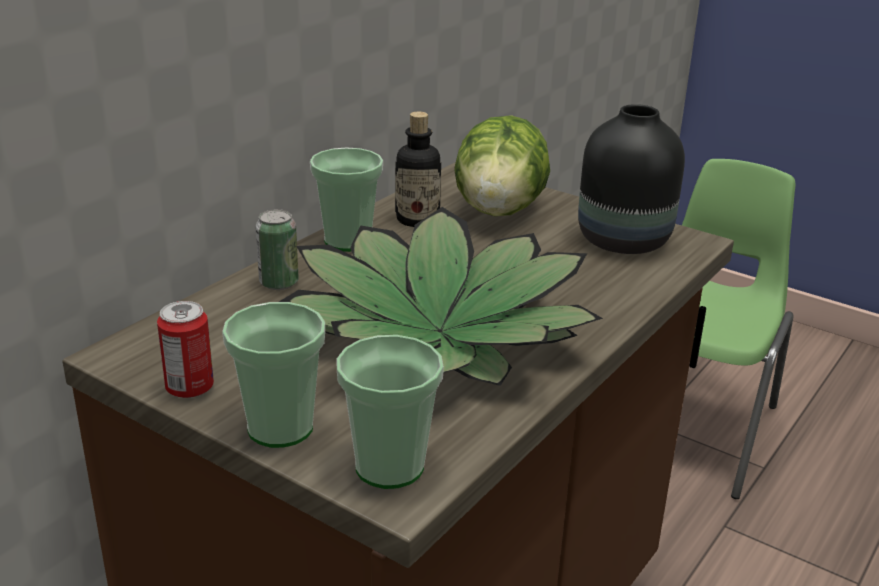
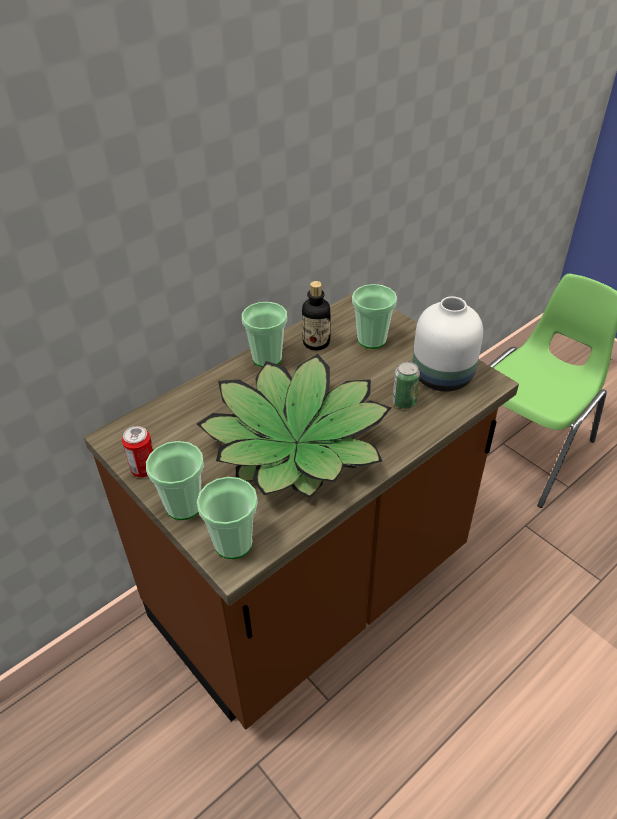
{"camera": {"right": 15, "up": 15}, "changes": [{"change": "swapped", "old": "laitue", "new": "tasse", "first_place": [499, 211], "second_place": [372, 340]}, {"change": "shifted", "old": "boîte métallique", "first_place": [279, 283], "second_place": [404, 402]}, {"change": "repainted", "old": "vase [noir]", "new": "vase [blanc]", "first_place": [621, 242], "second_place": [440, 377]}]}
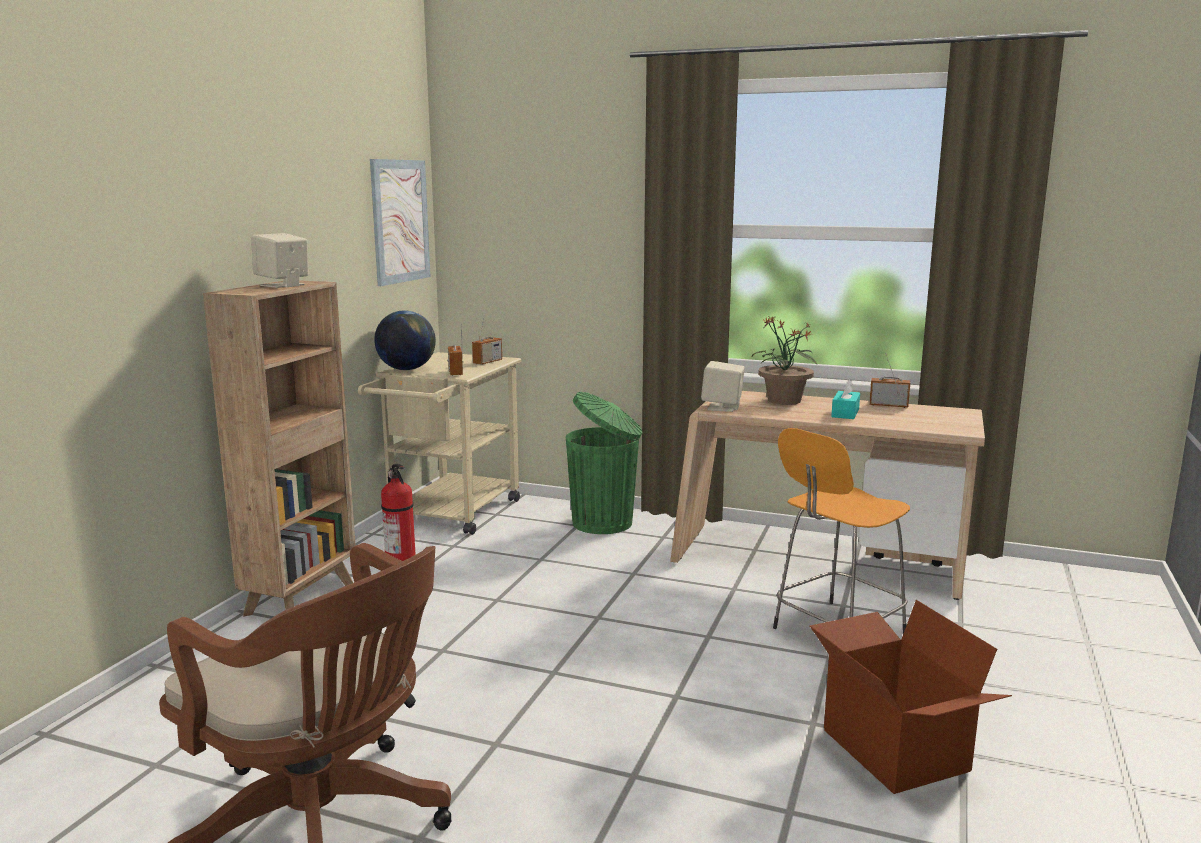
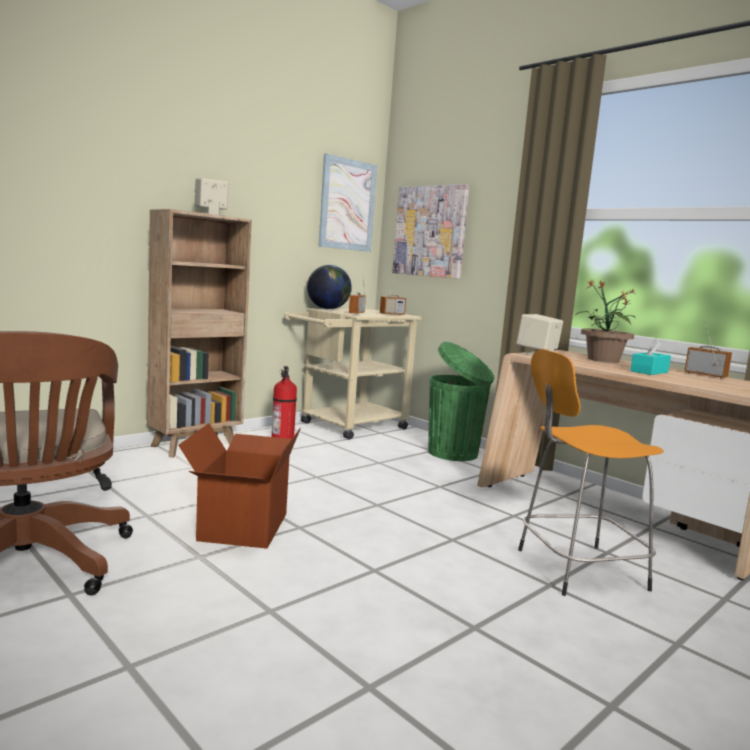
{"camera": {"right": 25, "up": -5}, "changes": [{"change": "shifted", "old": "carton", "first_place": [892, 750], "second_place": [241, 526]}, {"change": "new", "new": "tableau", "second_place": [430, 231]}]}
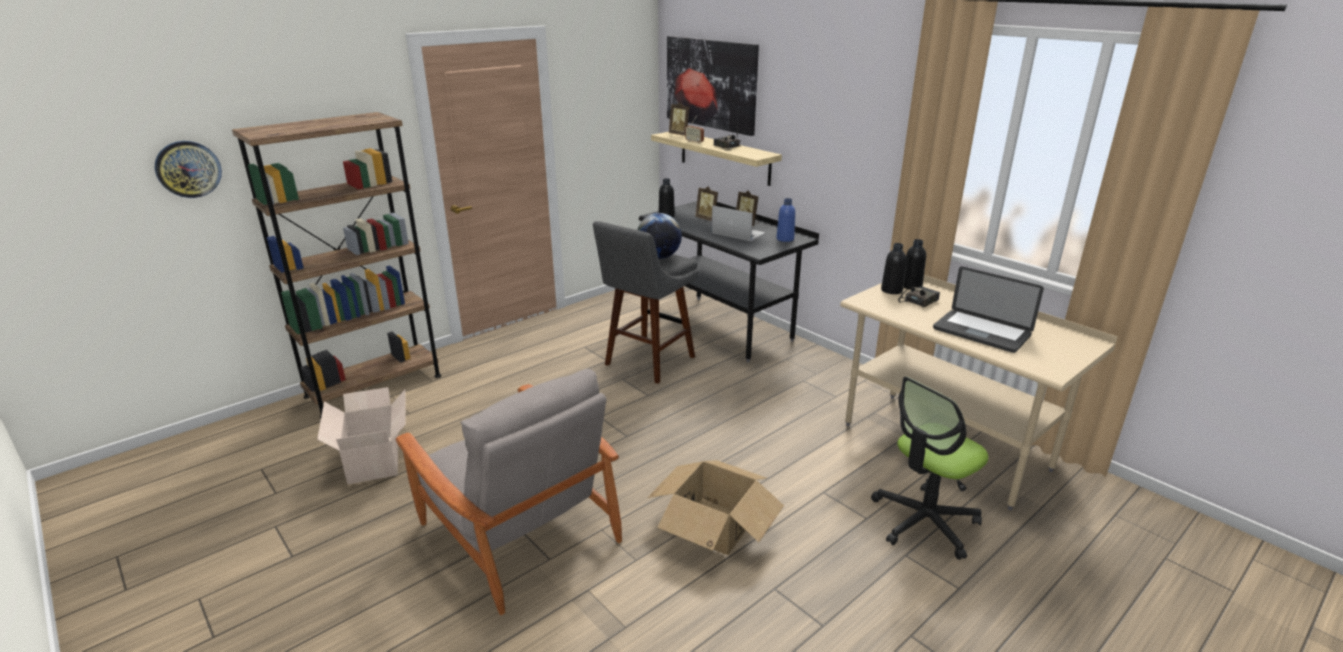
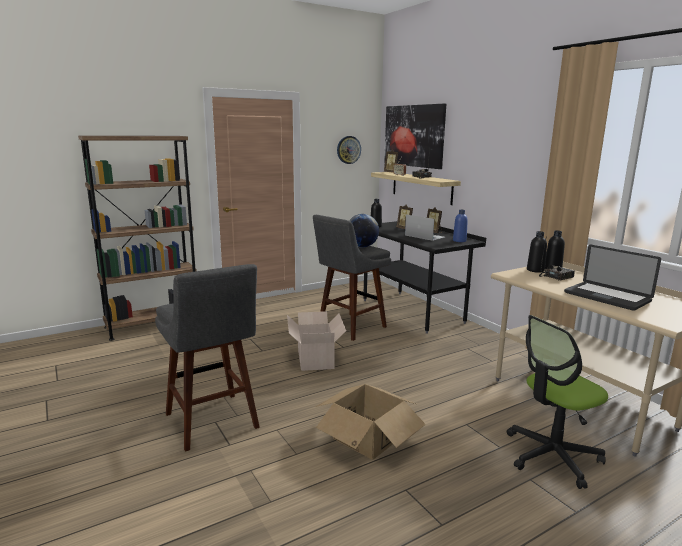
{"camera": {"right": 10, "up": -10}, "changes": [{"change": "swapped", "old": "fauteuil [gris]", "new": "tabouret [gris]", "first_place": [517, 531], "second_place": [213, 423]}, {"change": "shifted", "old": "carton", "first_place": [374, 458], "second_place": [315, 358]}, {"change": "shifted", "old": "horloge murale", "first_place": [188, 169], "second_place": [348, 150]}]}
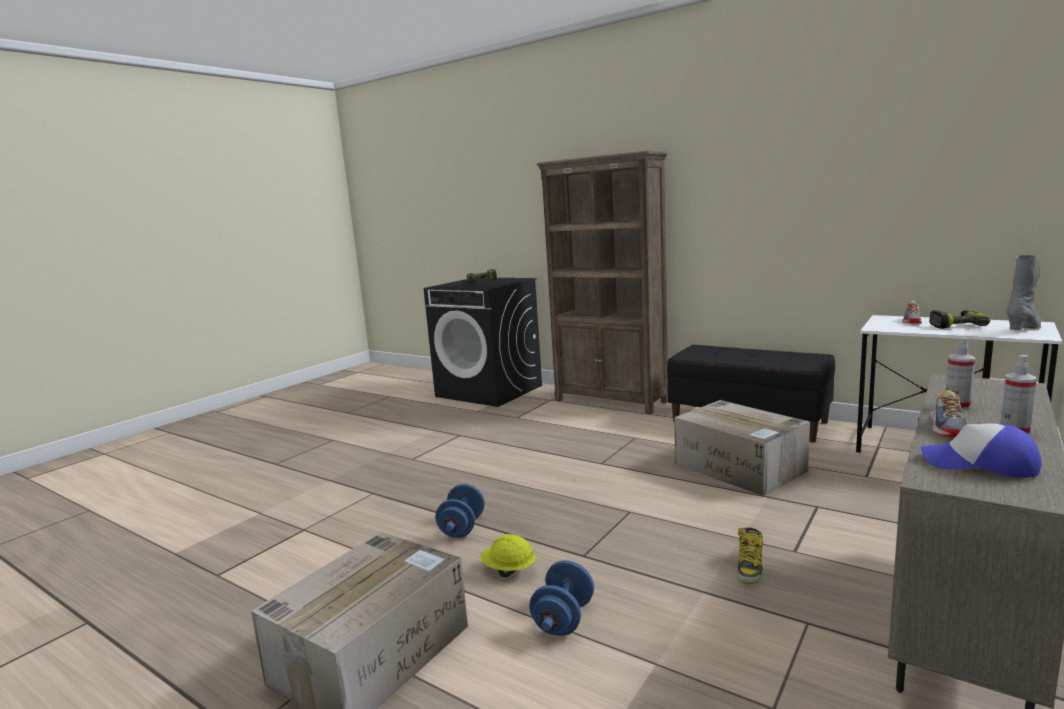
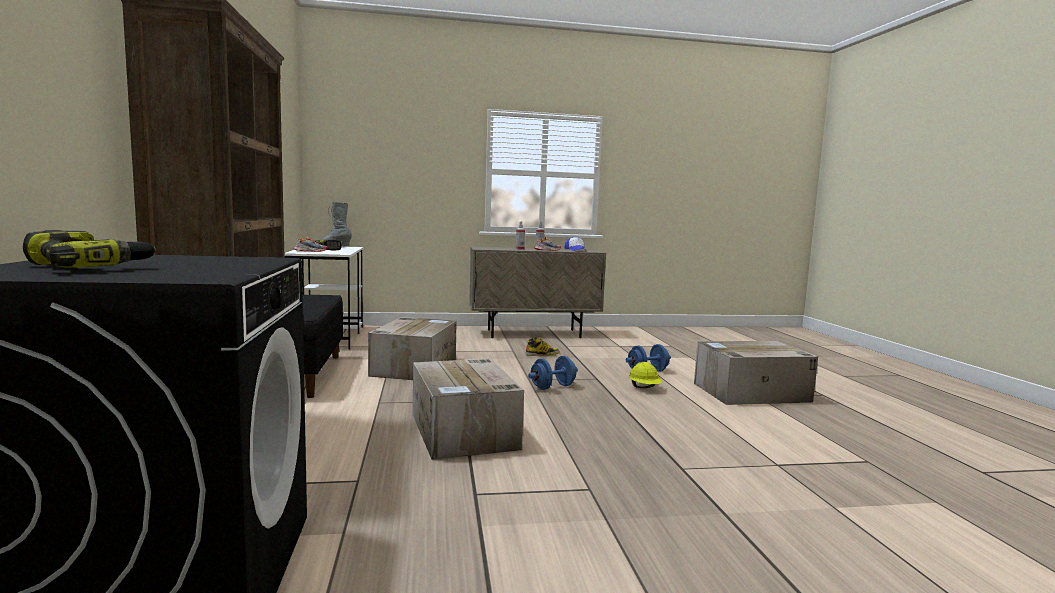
{"camera": {"right": -135, "up": -5}, "changes": [{"change": "new", "new": "carton", "second_place": [464, 432]}, {"change": "shifted", "old": "haltère [bleu]", "first_place": [462, 528], "second_place": [552, 387]}]}
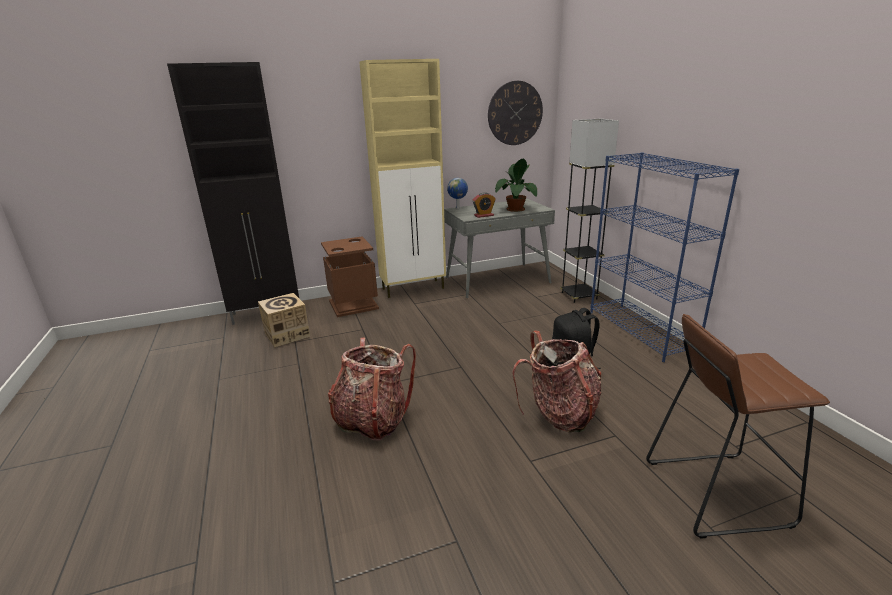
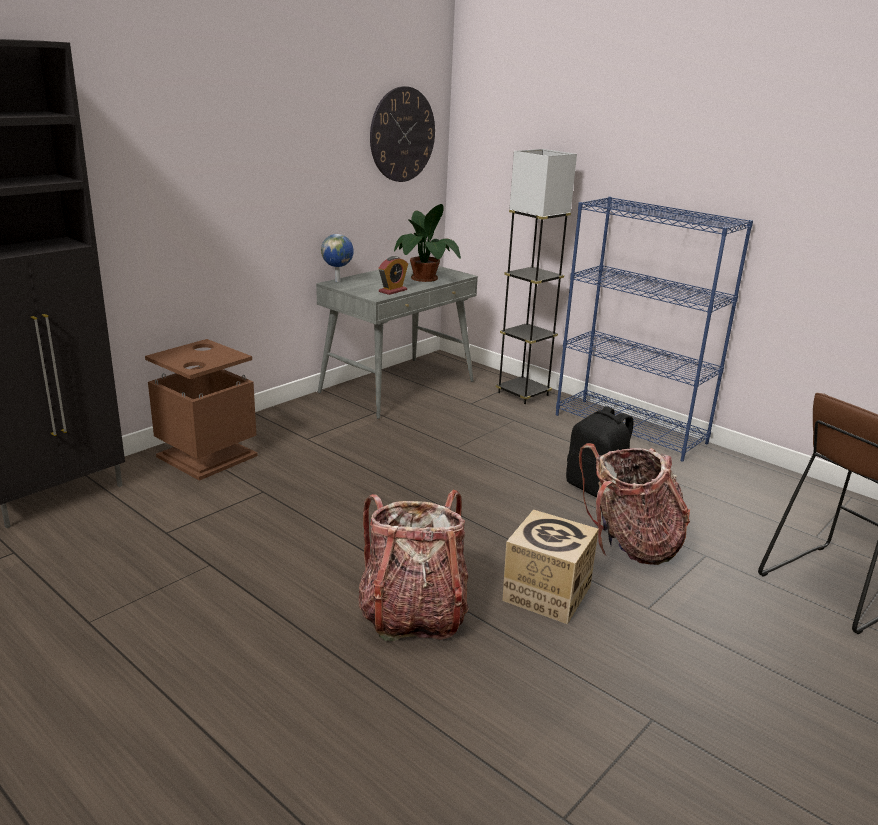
{"camera": {"right": -30, "up": 0}, "changes": [{"change": "shifted", "old": "carton", "first_place": [287, 335], "second_place": [546, 593]}, {"change": "gone", "old": "meuble de rangement [beige]", "first_place": [414, 288]}]}
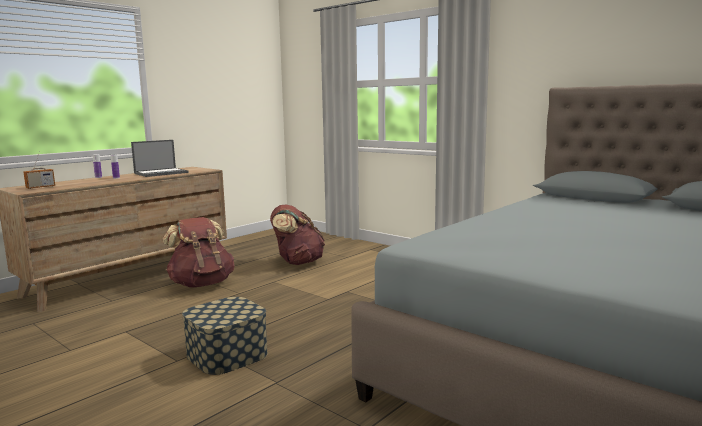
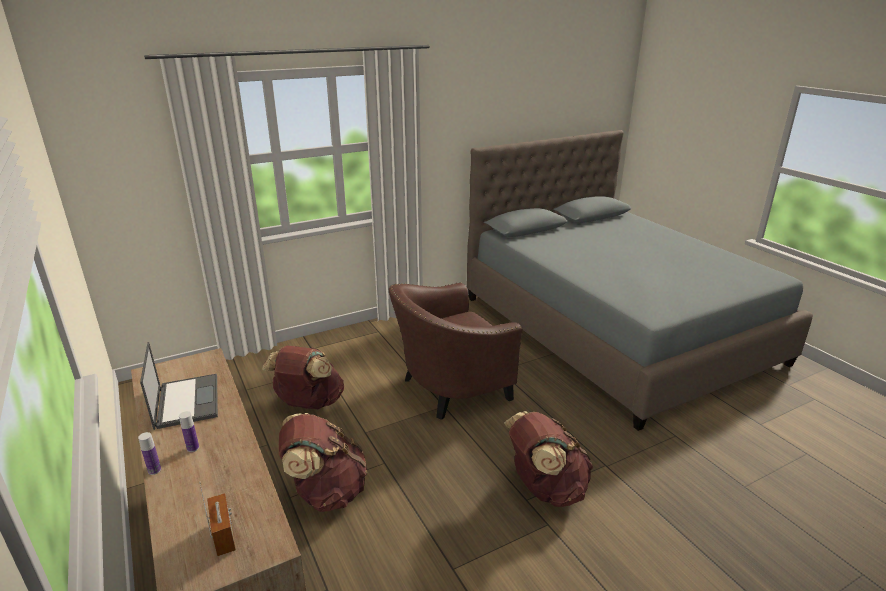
{"camera": {"right": -70, "up": 15}, "changes": [{"change": "new", "new": "fauteuil [marron]", "second_place": [449, 389]}, {"change": "swapped", "old": "boîte de rangement", "new": "sac à dos [marron]", "first_place": [227, 354], "second_place": [545, 488]}]}
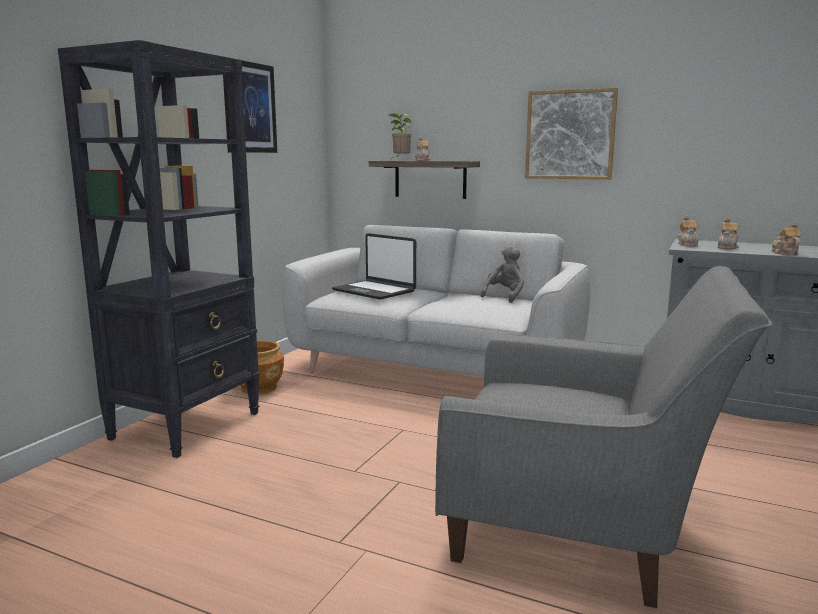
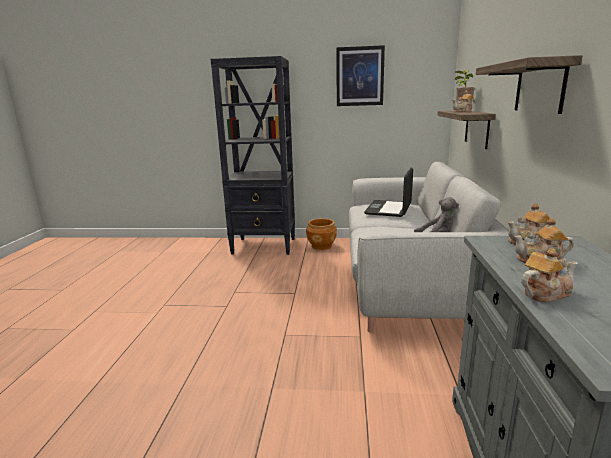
{"camera": {"right": 70, "up": 5}, "changes": [{"change": "swapped", "old": "tableau", "new": "étagère", "first_place": [570, 135], "second_place": [539, 87]}, {"change": "gone", "old": "fauteuil [gris]", "first_place": [582, 527]}]}
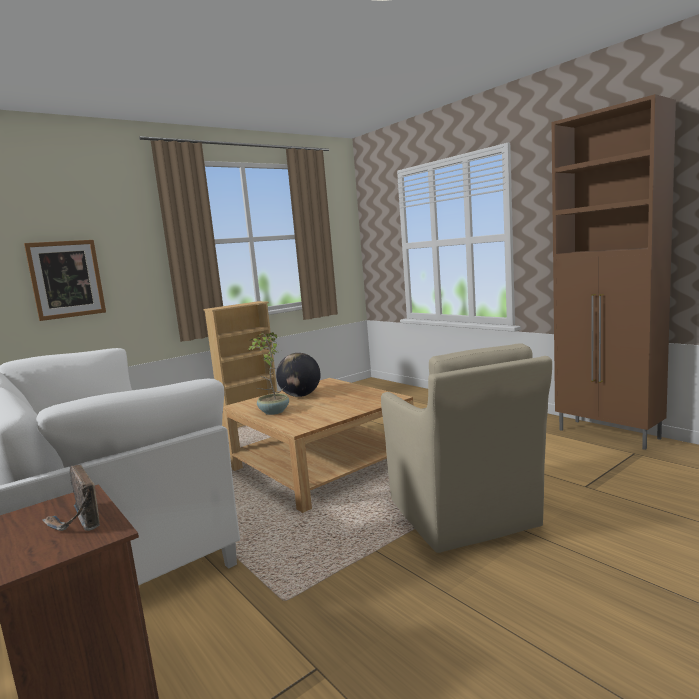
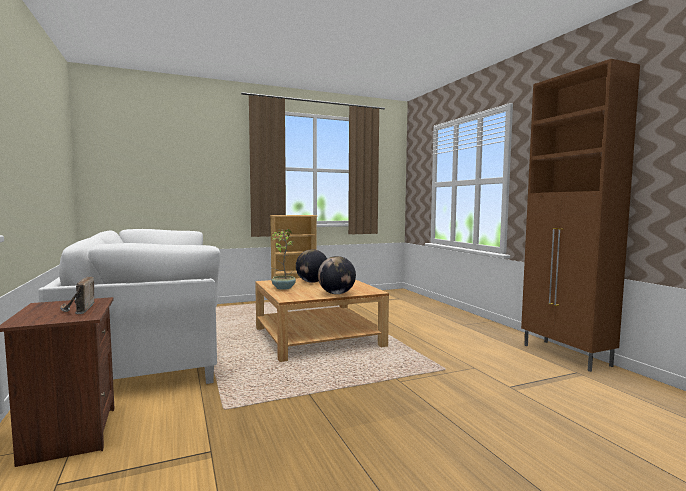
{"camera": {"right": 15, "up": -5}, "changes": [{"change": "new", "new": "globe", "second_place": [336, 293]}, {"change": "gone", "old": "tableau", "first_place": [66, 279]}, {"change": "gone", "old": "fauteuil [beige]", "first_place": [463, 515]}]}
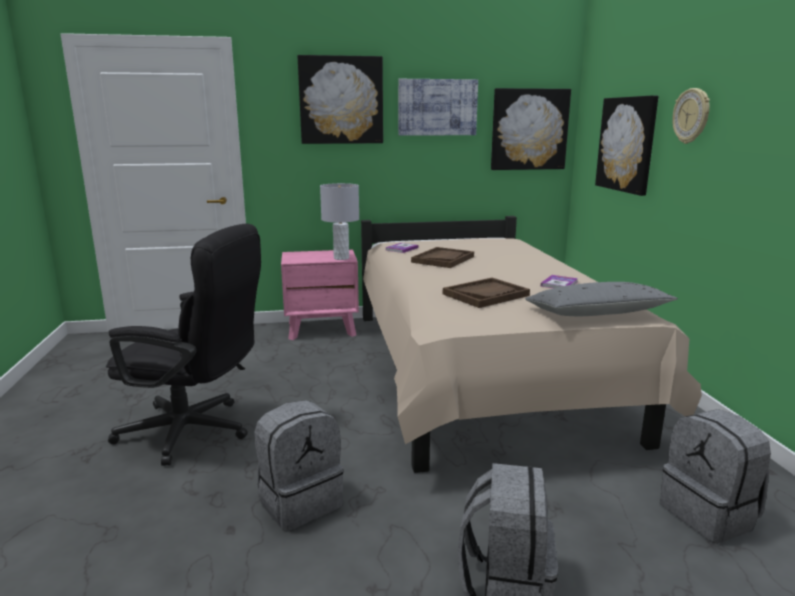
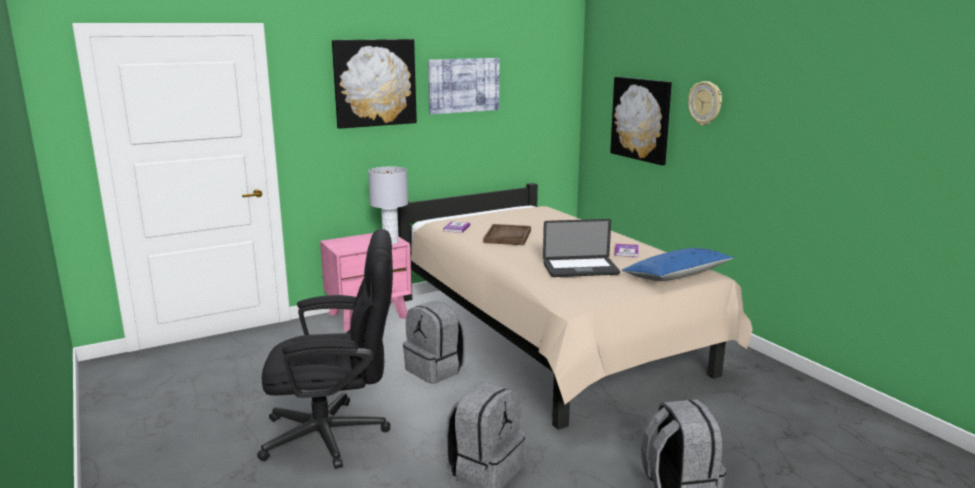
{"camera": {"right": -20, "up": 0}, "changes": [{"change": "shifted", "old": "sac à dos [gris]", "first_place": [709, 514], "second_place": [435, 370]}, {"change": "swapped", "old": "plateau [marron]", "new": "ordinateur portable", "first_place": [485, 295], "second_place": [580, 269]}, {"change": "repainted", "old": "coussin [gris]", "new": "coussin [bleu]", "first_place": [597, 314], "second_place": [677, 276]}, {"change": "gone", "old": "tableau", "first_place": [529, 129]}]}
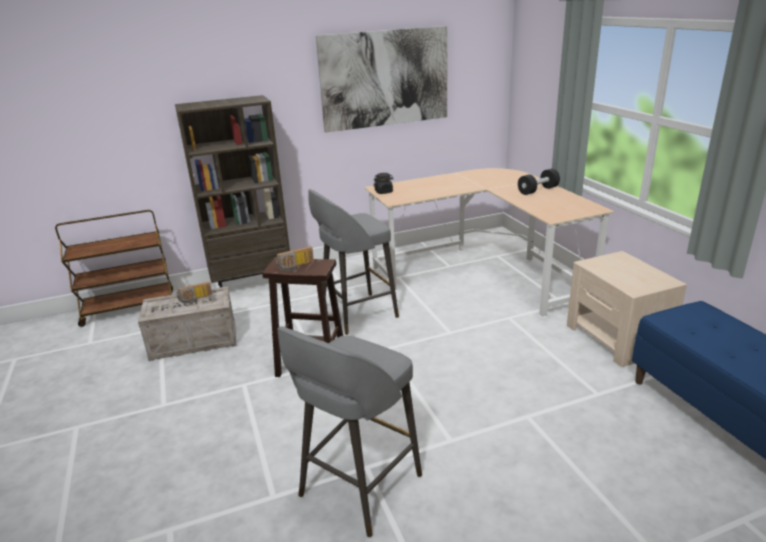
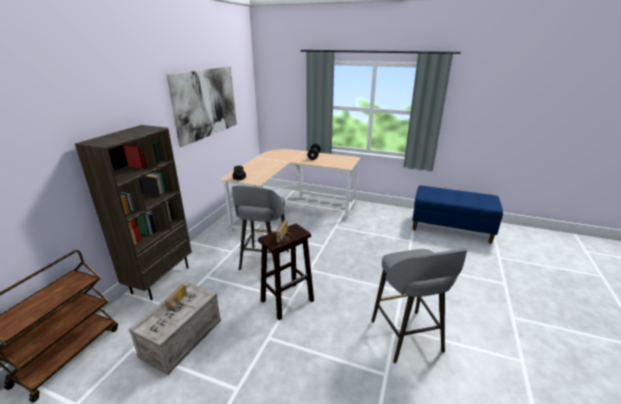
{"camera": {"right": -50, "up": 0}, "changes": [{"change": "gone", "old": "table de chevet [beige]", "first_place": [617, 338]}]}
